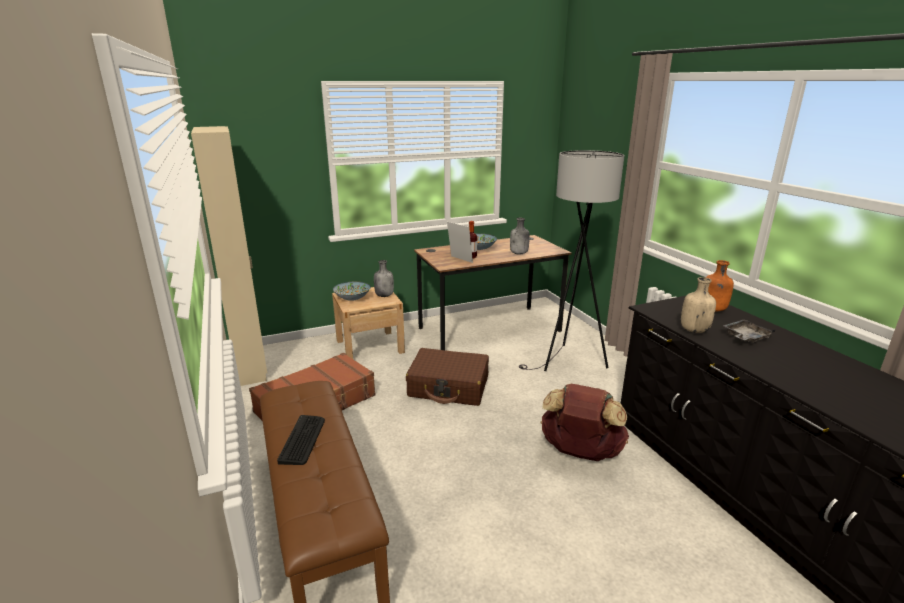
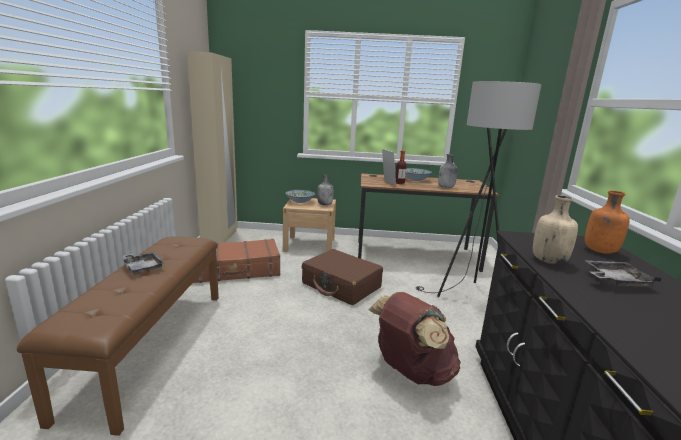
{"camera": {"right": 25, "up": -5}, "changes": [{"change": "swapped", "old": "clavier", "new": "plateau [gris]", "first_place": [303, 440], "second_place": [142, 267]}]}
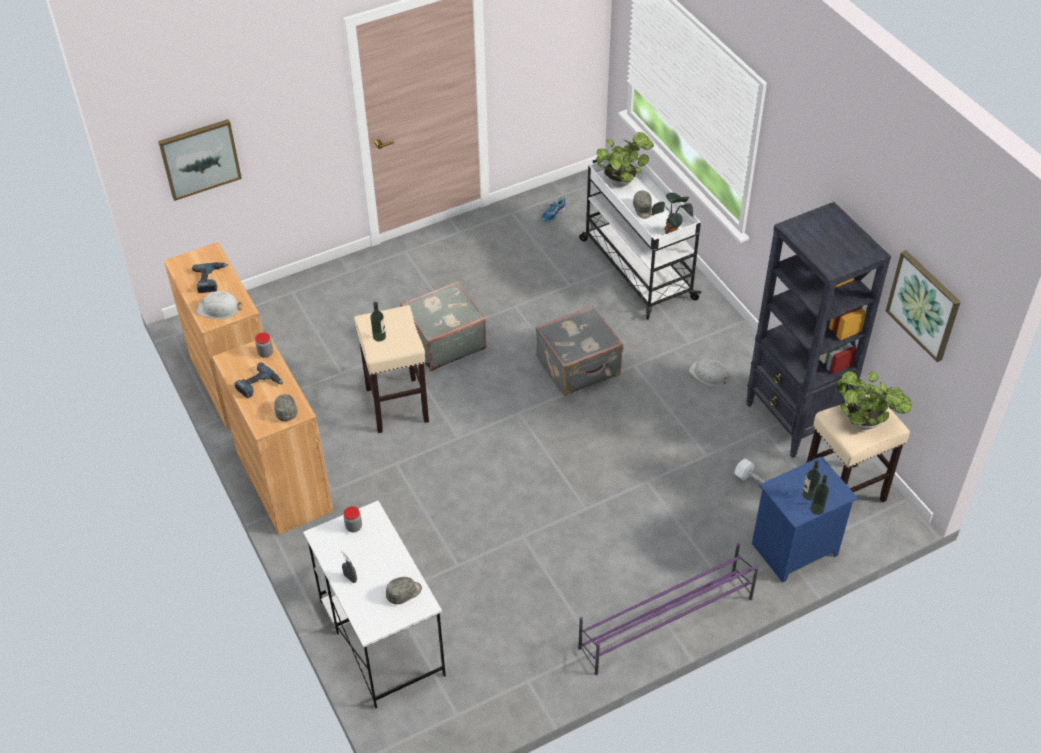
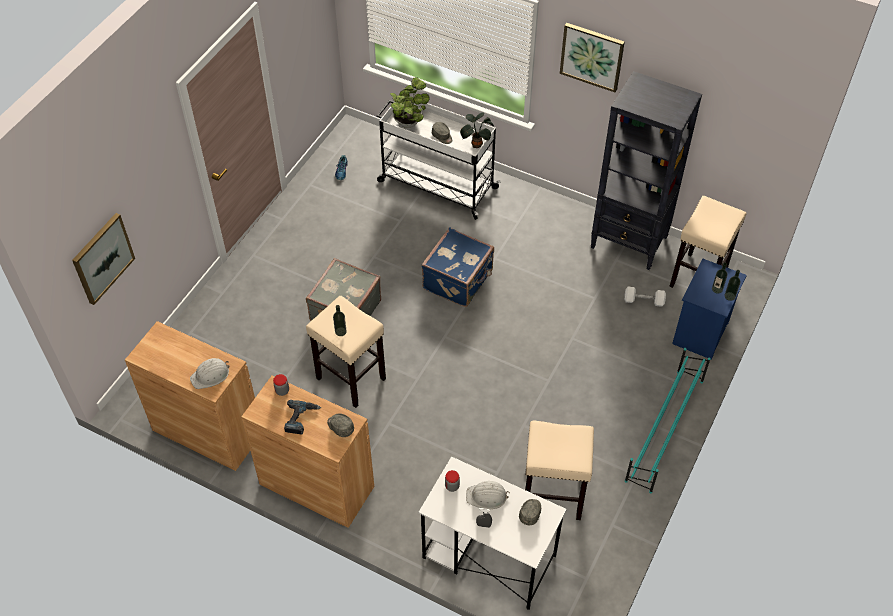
{"camera": {"right": -35, "up": 5}, "changes": [{"change": "repainted", "old": "valise [gris]", "new": "valise [bleu]", "first_place": [579, 368], "second_place": [459, 280]}, {"change": "shifted", "old": "casque de chantier [blanc]", "first_place": [708, 374], "second_place": [487, 496]}, {"change": "new", "new": "tabouret [beige]", "second_place": [553, 495]}, {"change": "shifted", "old": "tableau", "first_place": [924, 305], "second_place": [592, 56]}, {"change": "repainted", "old": "étagère à chaussures [violet]", "new": "étagère à chaussures [turquoise]", "first_place": [665, 623], "second_place": [664, 430]}, {"change": "gone", "old": "perceuse", "first_place": [211, 279]}, {"change": "gone", "old": "plante en pot", "first_place": [865, 423]}]}
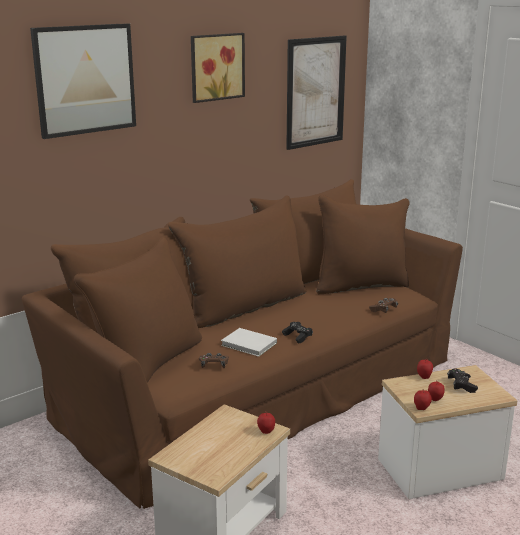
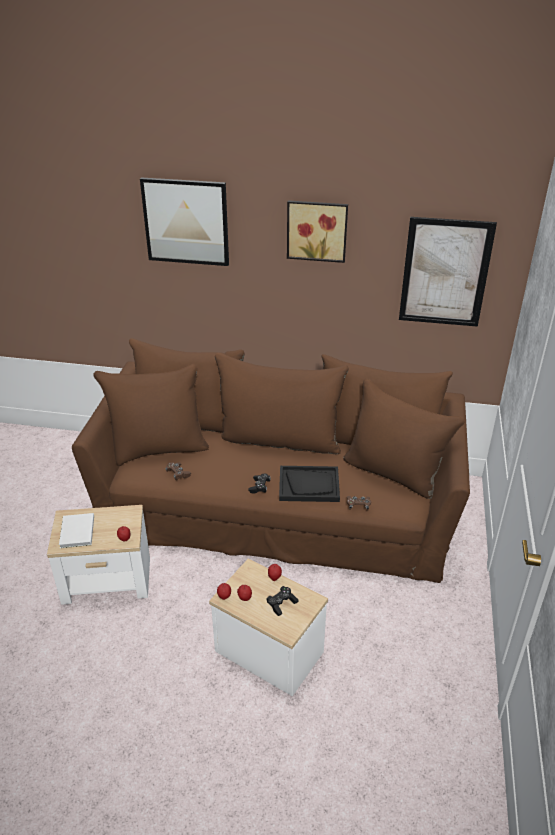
{"camera": {"right": 50, "up": 15}, "changes": [{"change": "shifted", "old": "livre [blanc]", "first_place": [249, 345], "second_place": [76, 533]}, {"change": "new", "new": "plateau [noir]", "second_place": [309, 485]}]}
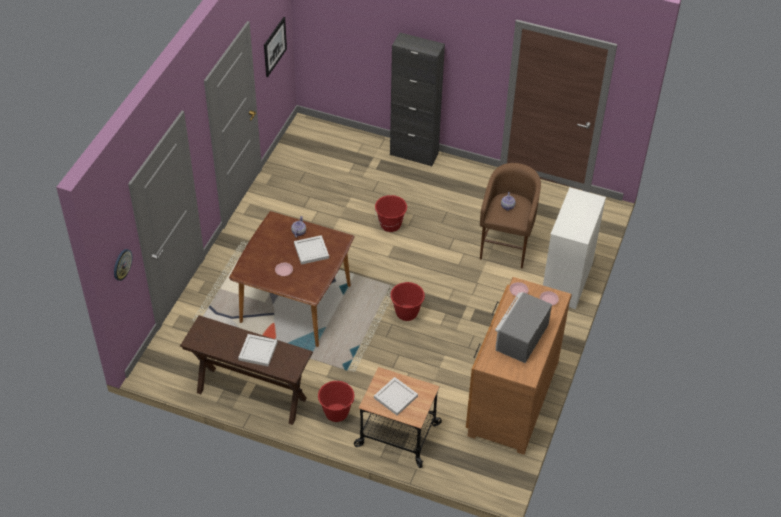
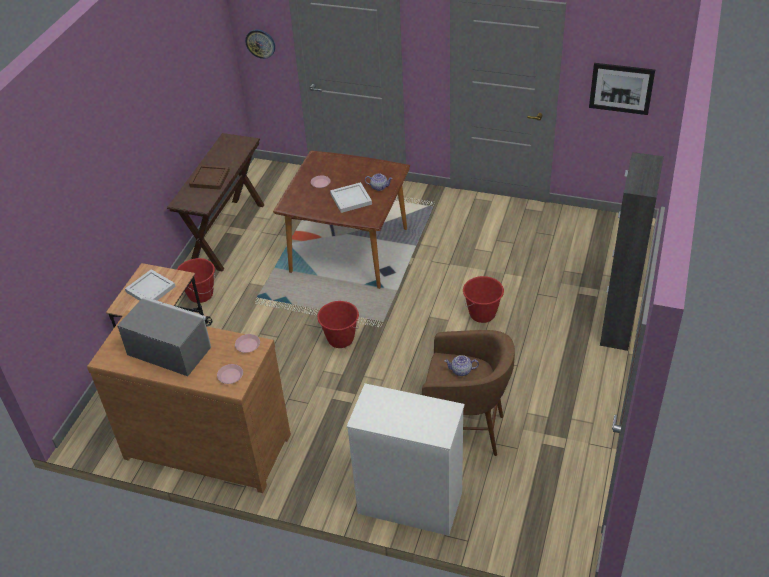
{"camera": {"right": 90, "up": -5}, "changes": [{"change": "repainted", "old": "plateau [blanc]", "new": "plateau [marron]", "first_place": [257, 351], "second_place": [209, 178]}]}
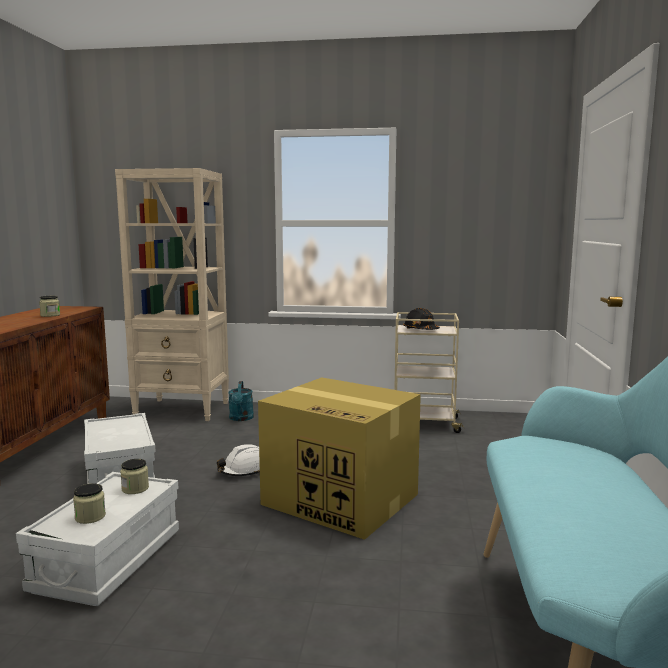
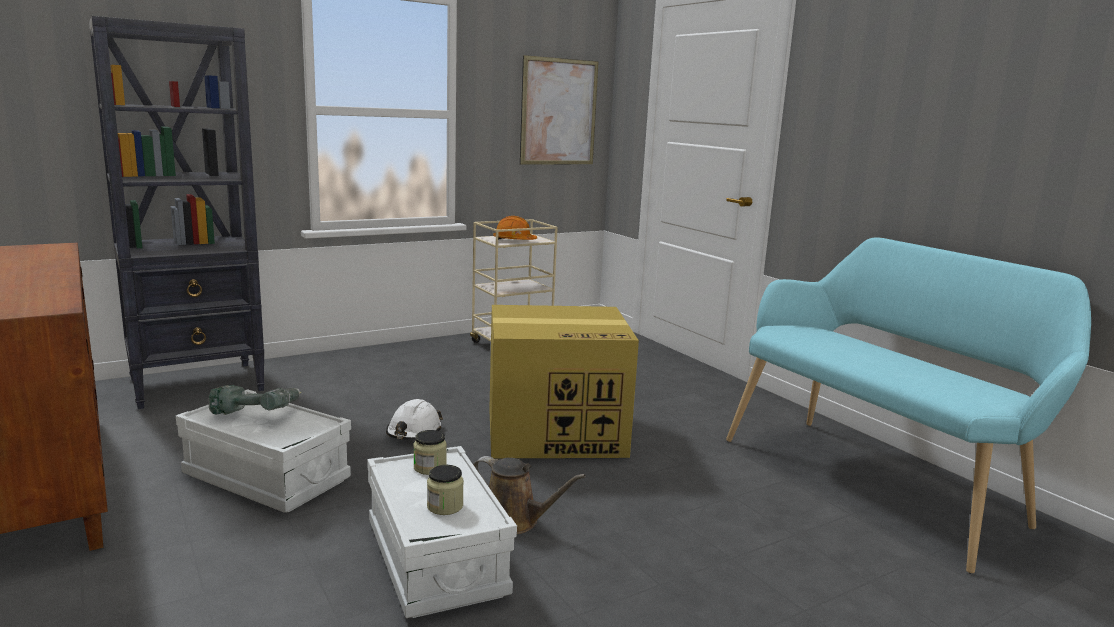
{"camera": {"right": -40, "up": 5}, "changes": [{"change": "repainted", "old": "bibliothèque [beige]", "new": "bibliothèque [noir]", "first_place": [183, 410], "second_place": [198, 384]}, {"change": "new", "new": "perceuse", "second_place": [258, 414]}, {"change": "new", "new": "arrosoir [marron]", "second_place": [515, 521]}, {"change": "repainted", "old": "casque de chantier [noir]", "new": "casque de chantier [orange]", "first_place": [420, 330], "second_place": [514, 241]}, {"change": "new", "new": "tableau", "second_place": [559, 112]}, {"change": "gone", "old": "bocal", "first_place": [50, 315]}, {"change": "gone", "old": "arrosoir [turquoise]", "first_place": [241, 418]}]}
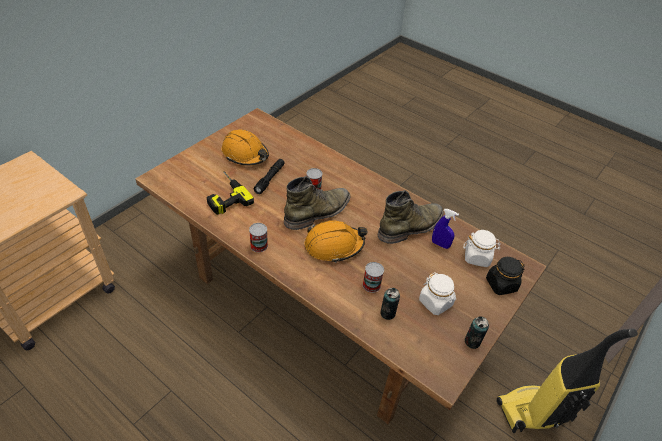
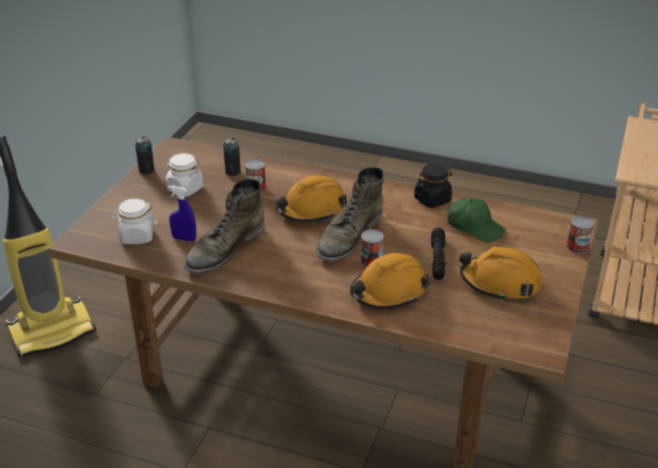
{"camera": {"right": 165, "up": -10}, "changes": [{"change": "new", "new": "casque de chantier [orange]", "second_place": [388, 291]}, {"change": "shifted", "old": "bocal [noir]", "first_place": [501, 284], "second_place": [432, 200]}, {"change": "swapped", "old": "perceuse", "new": "casquette [vert]", "first_place": [224, 195], "second_place": [475, 227]}, {"change": "shifted", "old": "boîte métallique", "first_place": [259, 245], "second_place": [577, 247]}]}
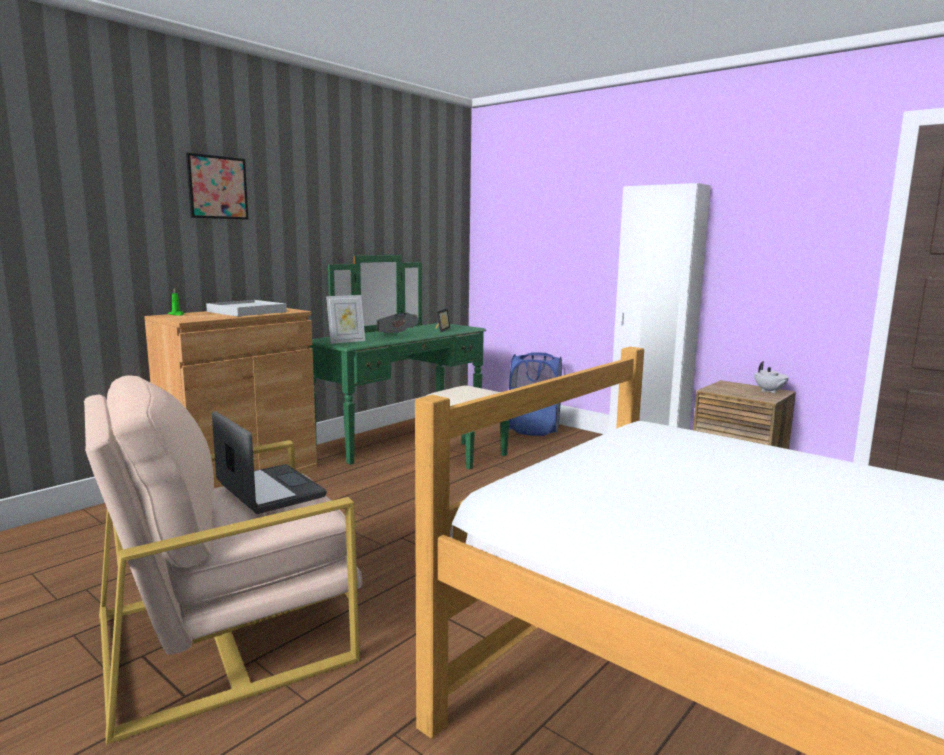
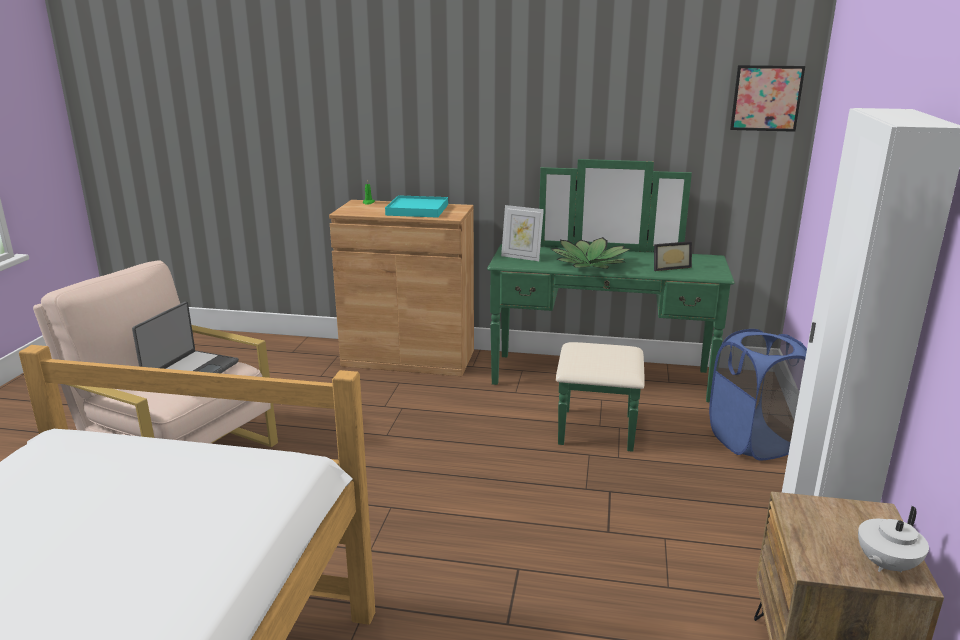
{"camera": {"right": 60, "up": 10}, "changes": [{"change": "repainted", "old": "plateau [blanc]", "new": "plateau [turquoise]", "first_place": [247, 312], "second_place": [417, 210]}, {"change": "swapped", "old": "journal", "new": "plante en pot", "first_place": [397, 336], "second_place": [590, 263]}, {"change": "shifted", "old": "tableau", "first_place": [217, 187], "second_place": [766, 98]}]}
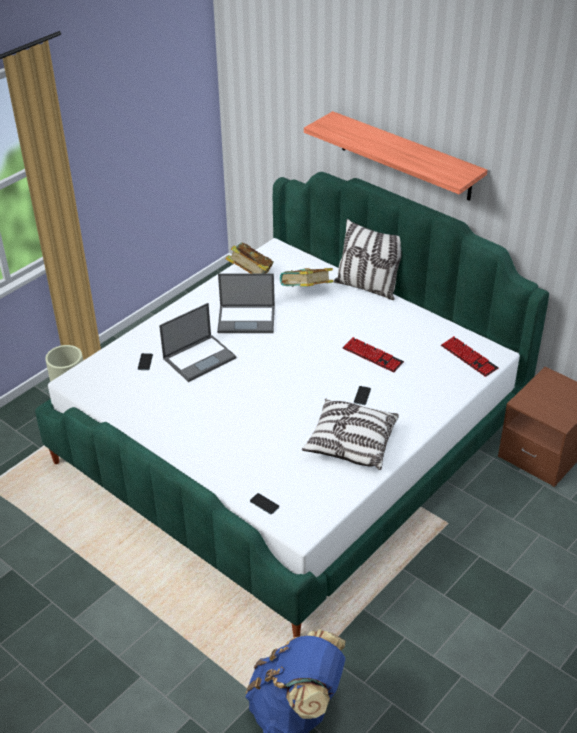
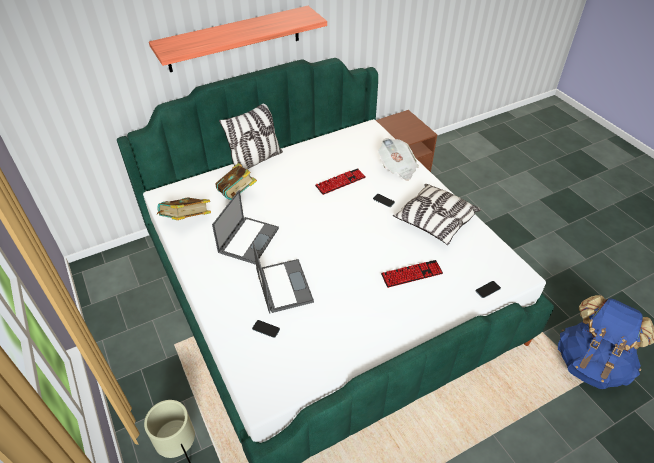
{"camera": {"right": -70, "up": 5}, "changes": [{"change": "new", "new": "journal", "second_place": [397, 168]}, {"change": "shifted", "old": "clavier", "first_place": [469, 357], "second_place": [411, 274]}]}
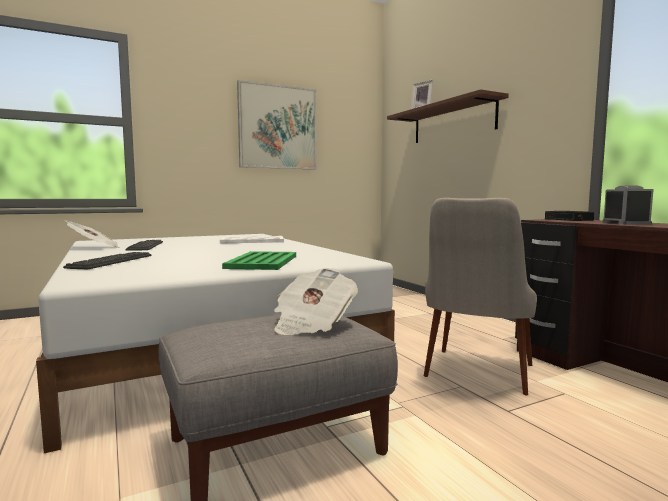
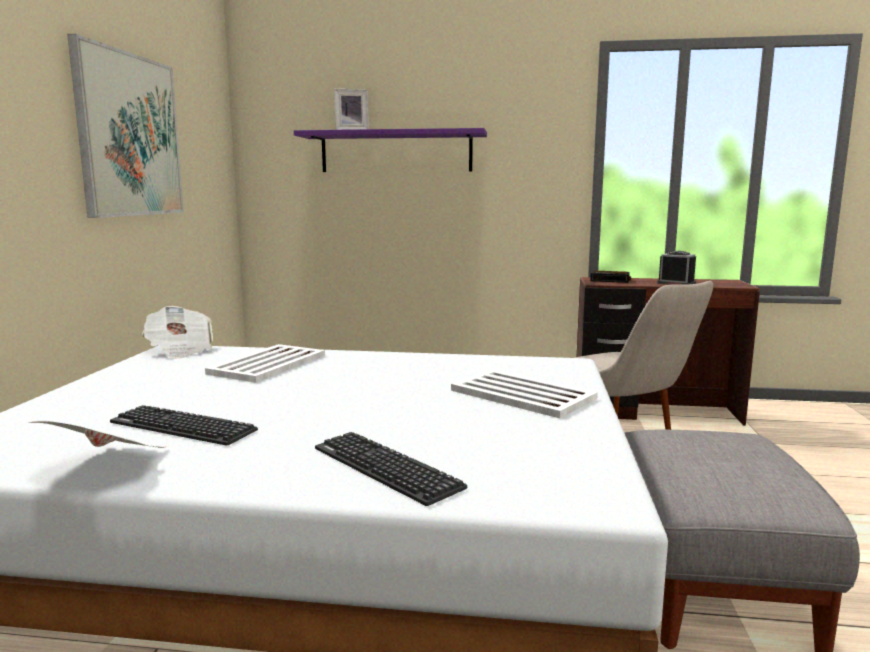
{"camera": {"right": -55, "up": 5}, "changes": [{"change": "shifted", "old": "journal", "first_place": [312, 324], "second_place": [180, 350]}, {"change": "repainted", "old": "étagère [marron]", "new": "étagère [violet]", "first_place": [452, 122], "second_place": [396, 152]}, {"change": "repainted", "old": "plateau [vert]", "new": "plateau [blanc]", "first_place": [263, 262], "second_place": [521, 394]}]}
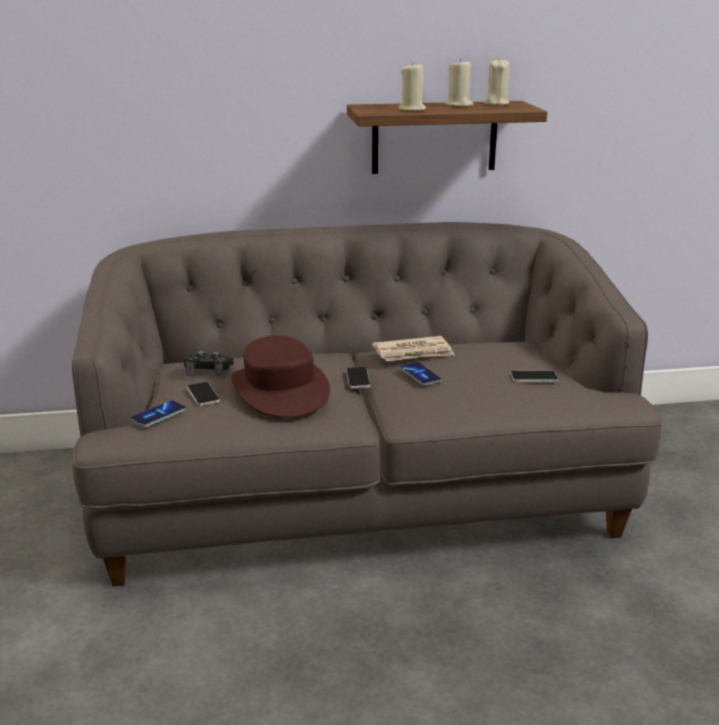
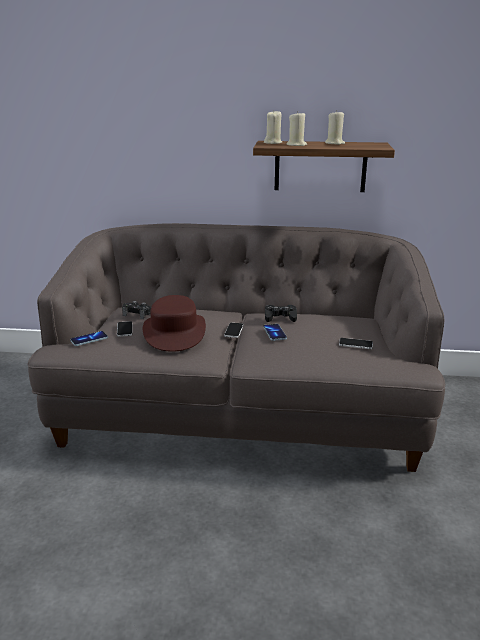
{"camera": {"right": 15, "up": 0}, "changes": [{"change": "shifted", "old": "bougie [beige]", "first_place": [496, 104], "second_place": [273, 143]}, {"change": "swapped", "old": "journal", "new": "manette [noir]", "first_place": [413, 353], "second_place": [280, 317]}]}
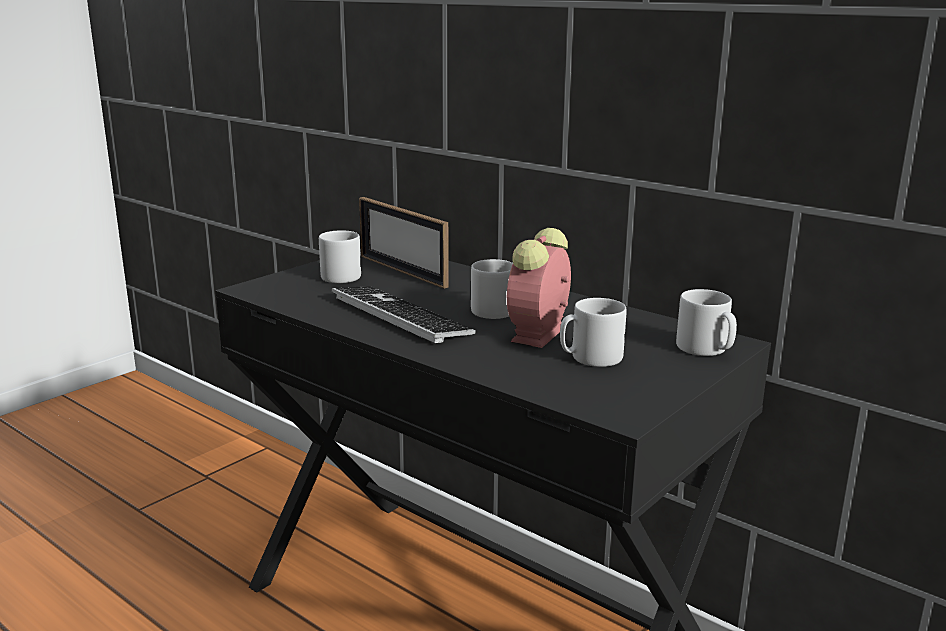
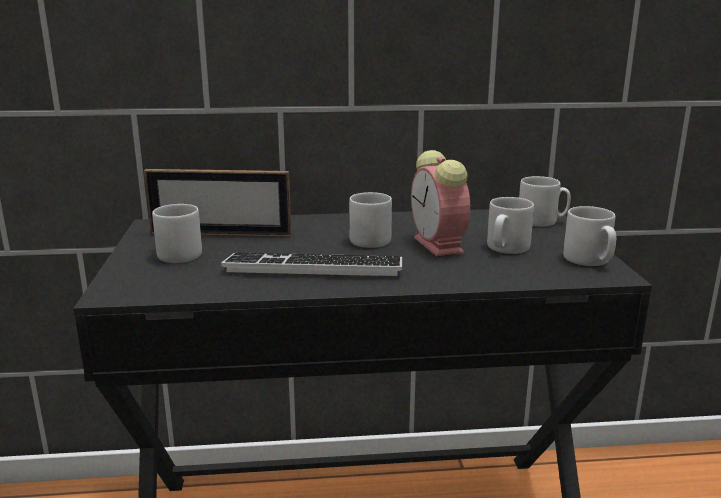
{"camera": {"right": -45, "up": 0}, "changes": [{"change": "new", "new": "mug [gris]", "second_place": [589, 260]}]}
